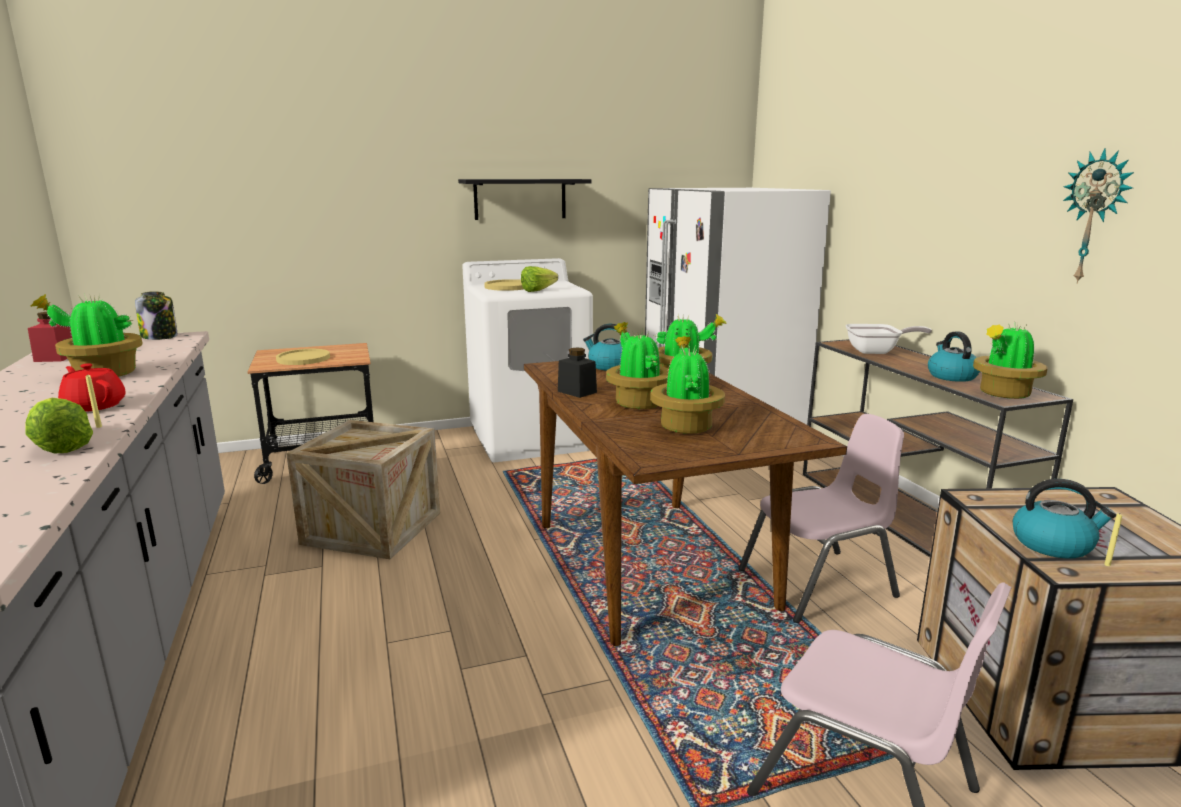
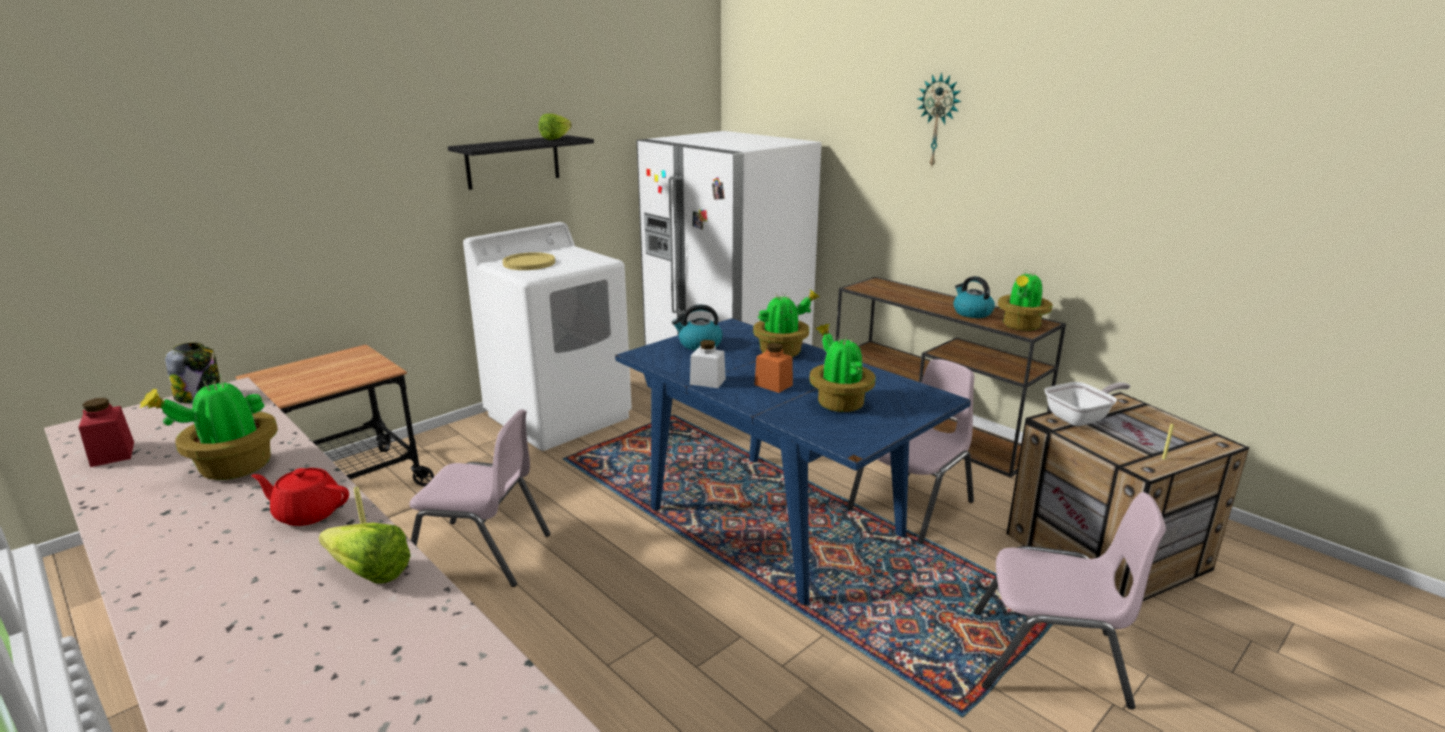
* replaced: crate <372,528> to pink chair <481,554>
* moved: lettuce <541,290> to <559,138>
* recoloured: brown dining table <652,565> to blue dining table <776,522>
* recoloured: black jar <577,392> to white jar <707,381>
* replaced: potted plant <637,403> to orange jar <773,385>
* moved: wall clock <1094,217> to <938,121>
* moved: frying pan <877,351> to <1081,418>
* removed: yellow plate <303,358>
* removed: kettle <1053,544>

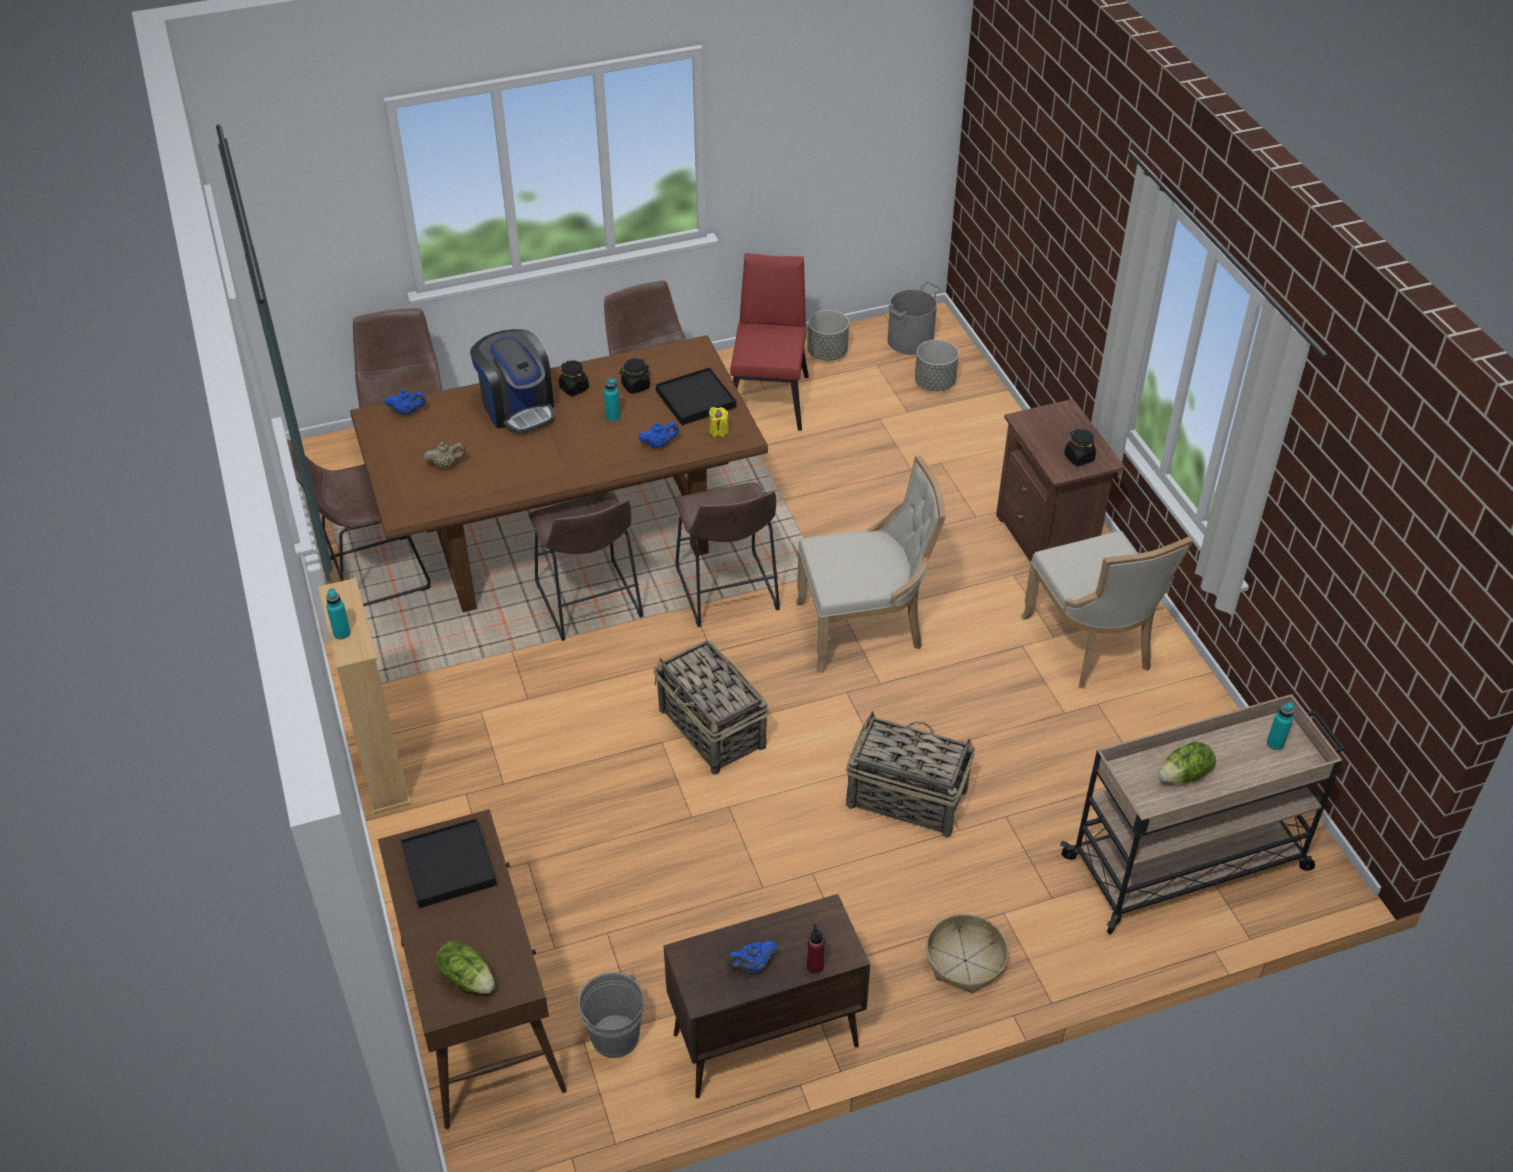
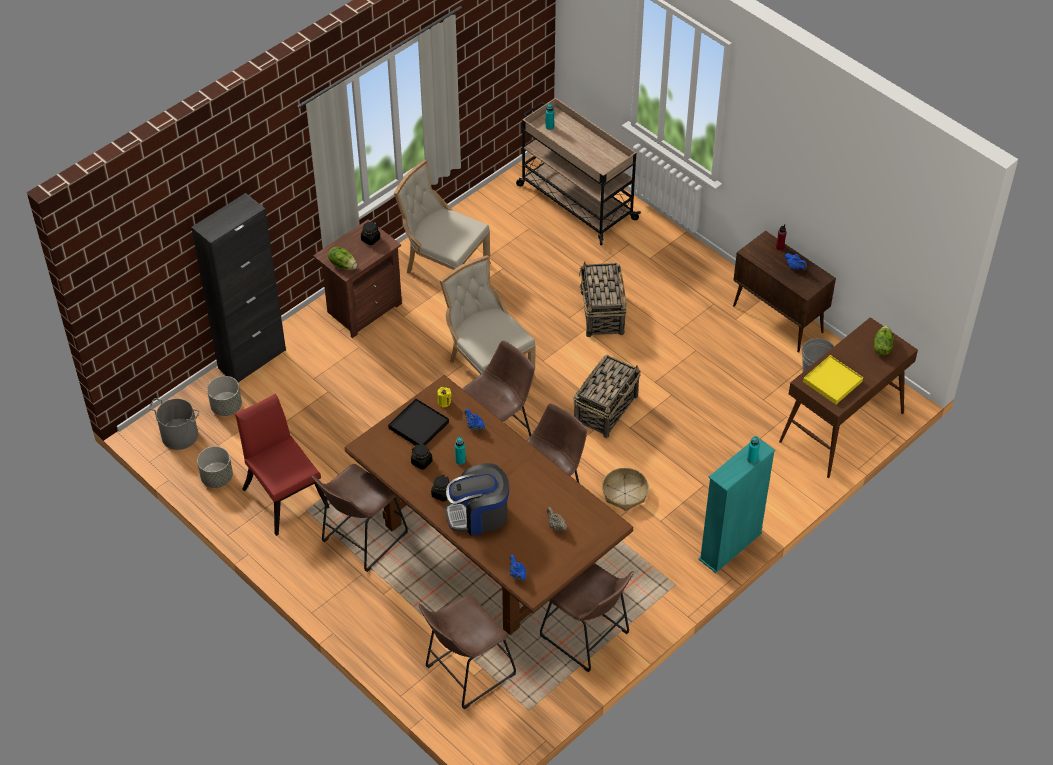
* added: black cabinet <252,359>
* turned: red chair <768,395> = <284,494> 75 degrees clockwise
* moved: lettuce <1185,775> to <343,264>
* turned: beige chair <1092,645> = <443,269> 105 degrees counterclockwise
* turned: coffee machine <518,408> = <478,515> 135 degrees counterclockwise
* moved: basket <965,960> to <624,493>
* recoloured: beige bookcase <382,768> to turquoise bookcase <730,546>
* recoloured: black tray <449,865> to yellow tray <832,381>

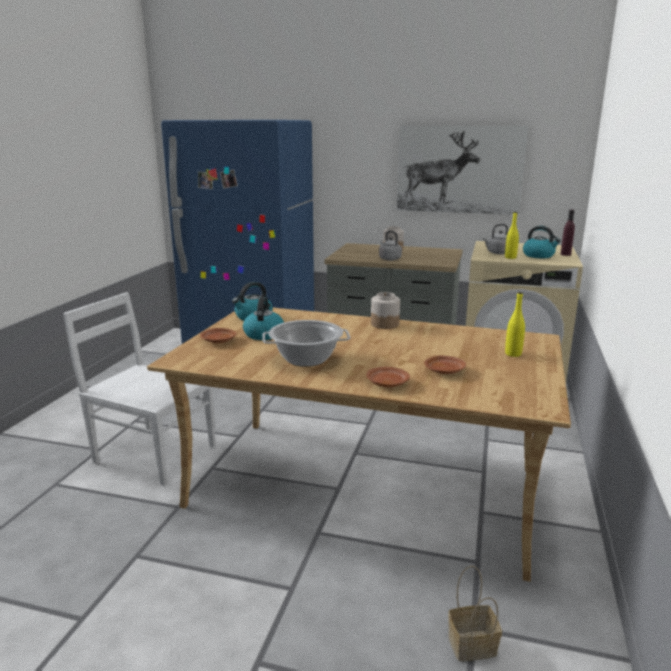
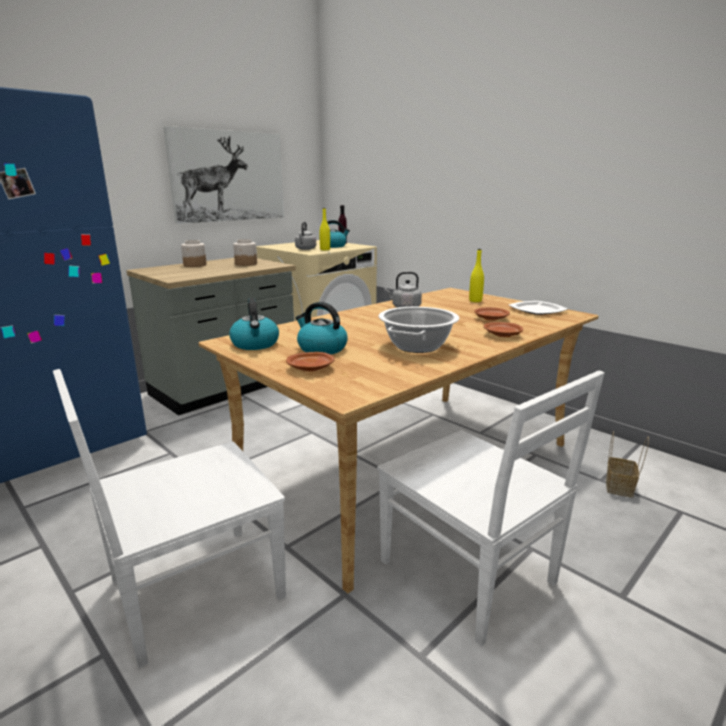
* moved: jar <384,324> to <245,264>
* added: white chair <469,574>
* moved: grey kettle <389,259> to <404,307>
* added: plate <538,310>

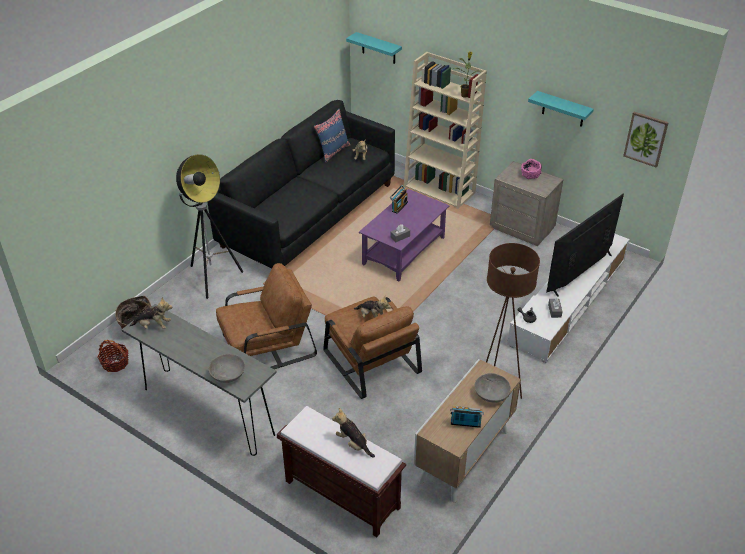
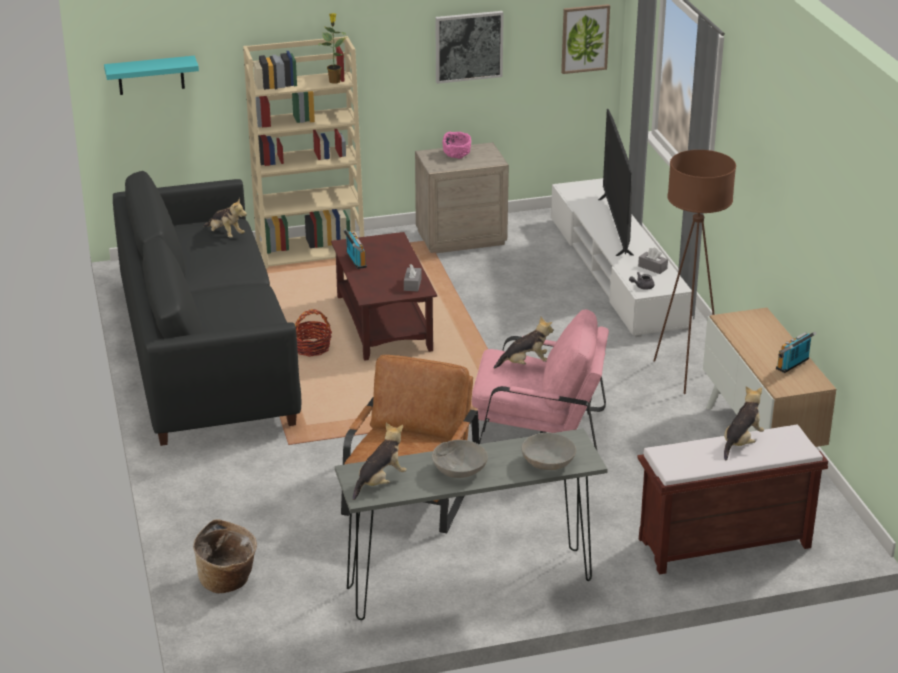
* moved: basket <115,363> to <312,348>
* recoloured: purple coffee table <404,250> to brown coffee table <383,323>
* moved: grey bowl <491,394> to <459,470>
* replaced: turquoise shelf <563,109> to picture <468,46>
* recoloured: brown armchair <370,360> to pink armchair <538,431>
* turned: plush toy <353,443> = <741,442> 135 degrees clockwise
* removed: floor lamp <212,278>
* removed: blue pillow <333,151>

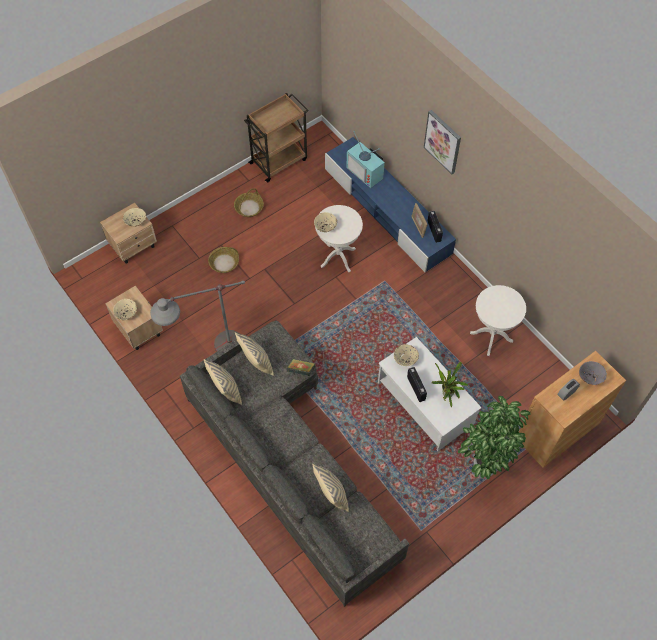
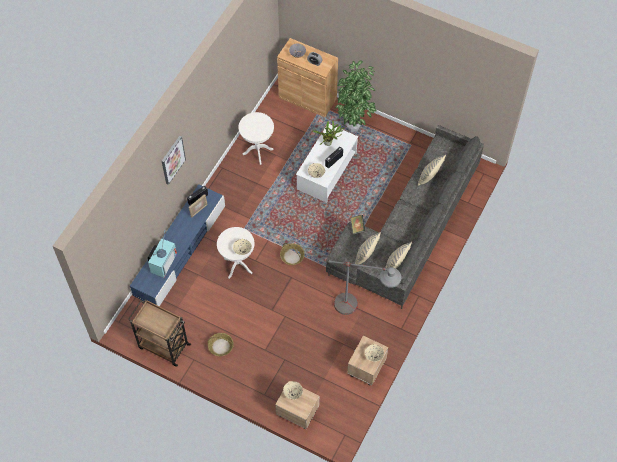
* moved: basket <224,263> to <292,256>

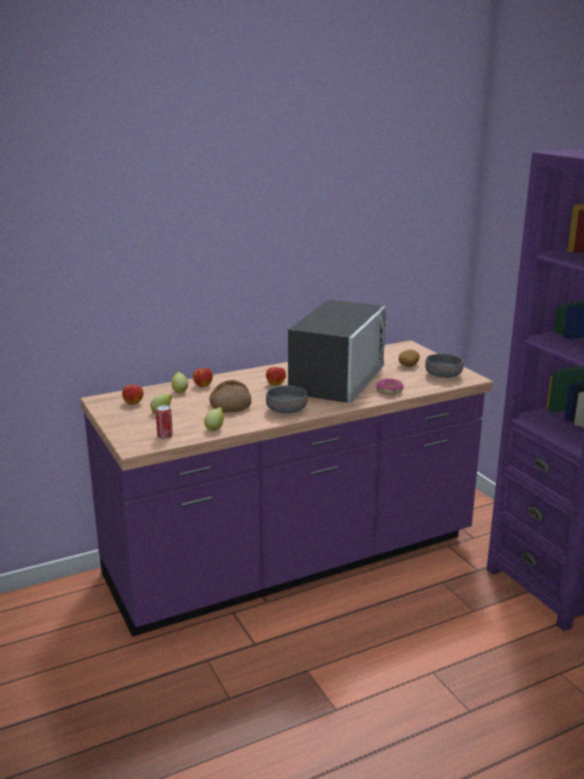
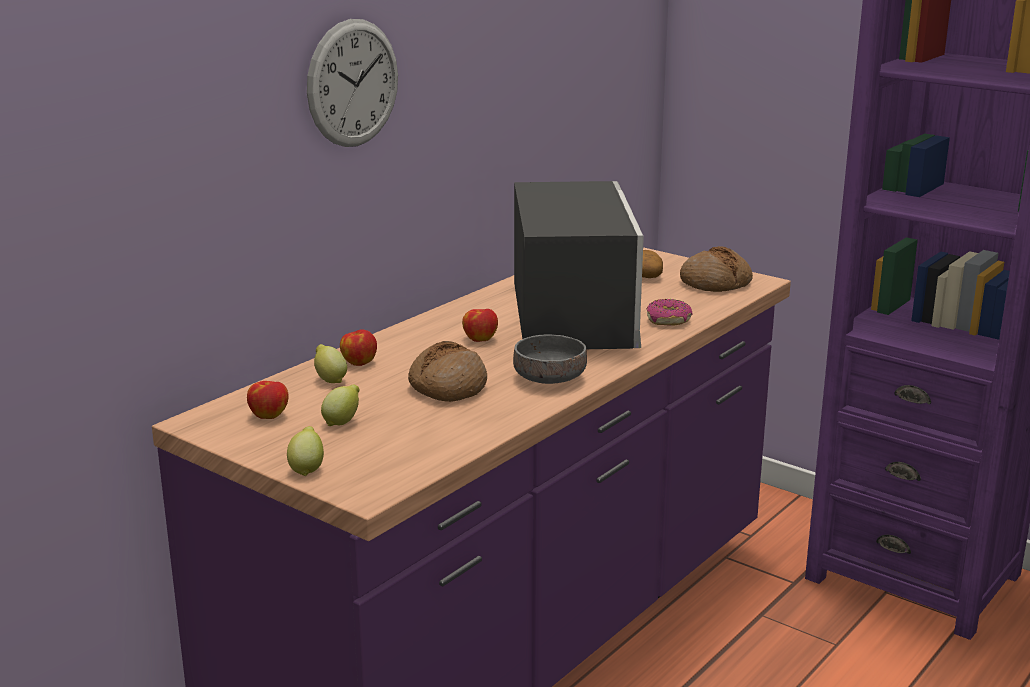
* moved: lemon <215,428> to <307,469>
* added: wall clock <353,83>
* replaced: grey bowl <444,375> to bread <715,283>
* removed: can <165,436>

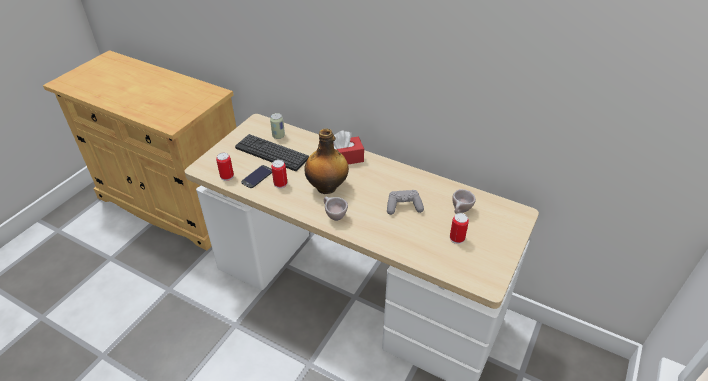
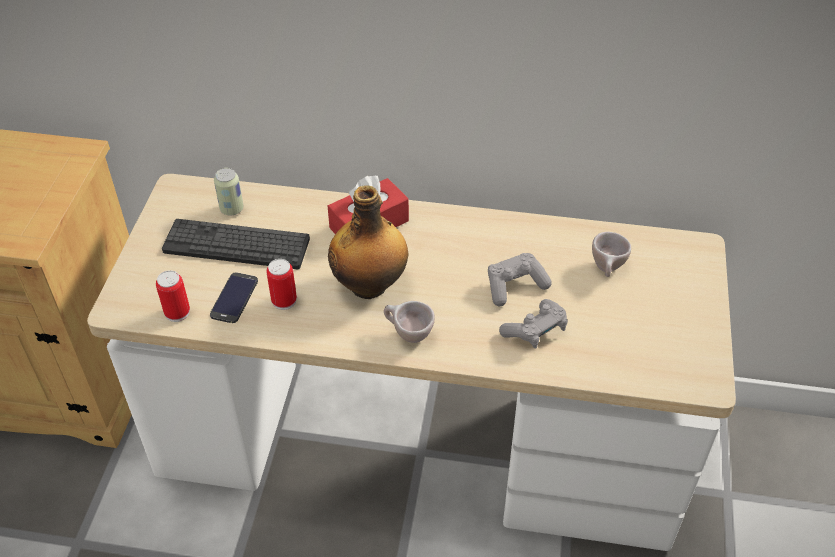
* added: grey game controller <535,331>
* removed: can <457,238>

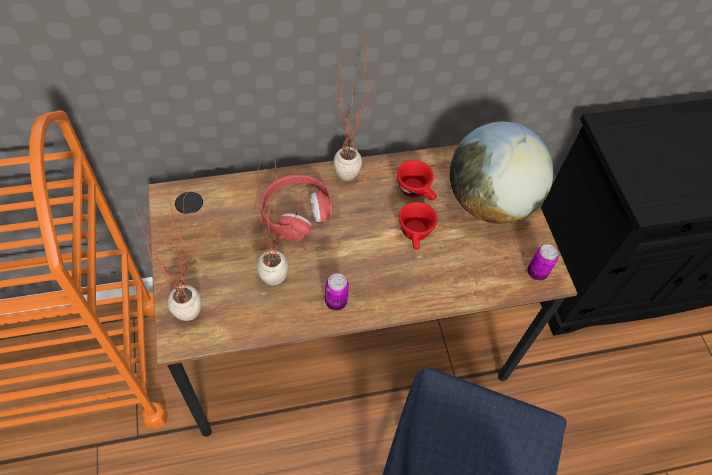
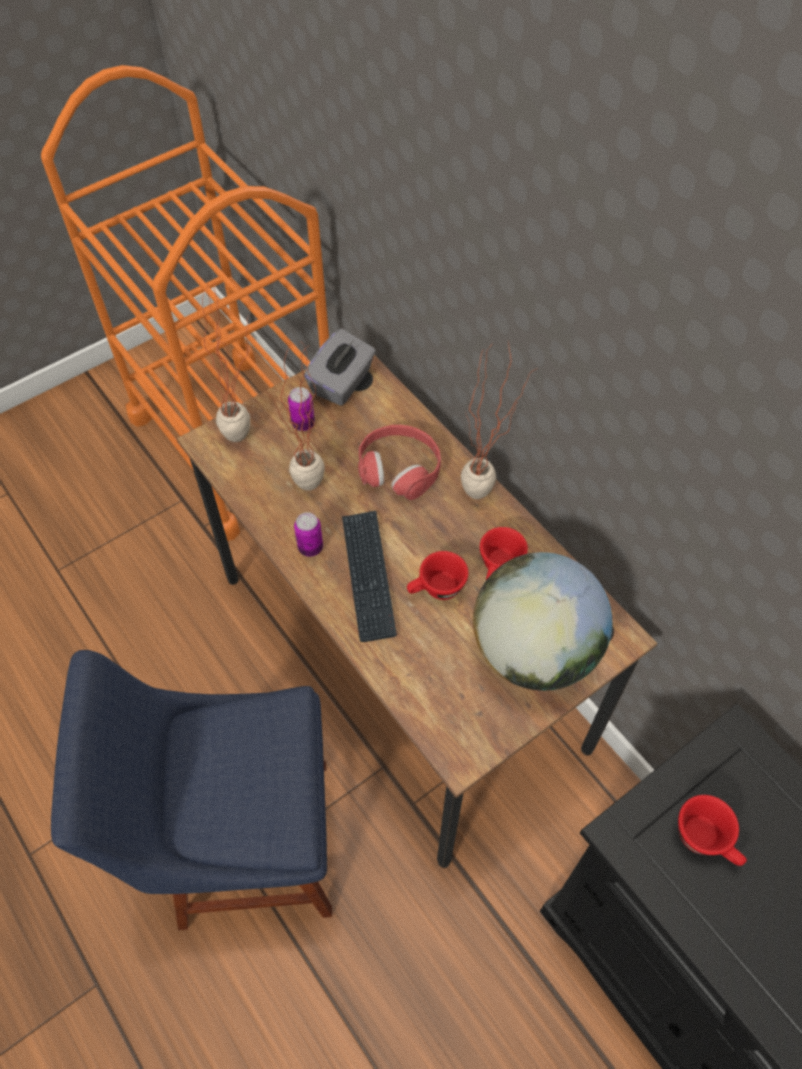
* moved: can <536,272> to <303,423>
* added: grey tissue box <342,383>
* added: keyboard <368,575>
* added: red cup <706,840>

